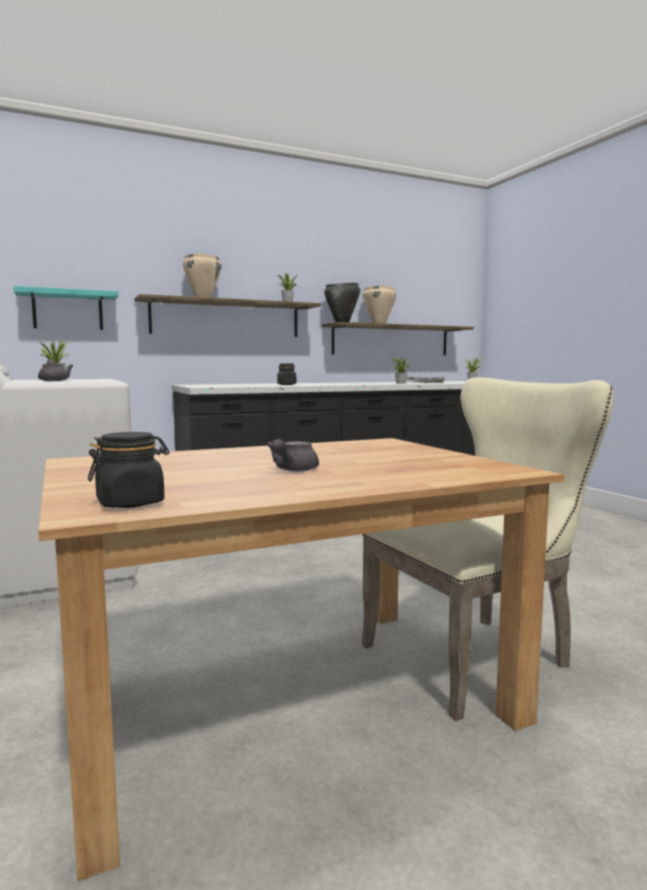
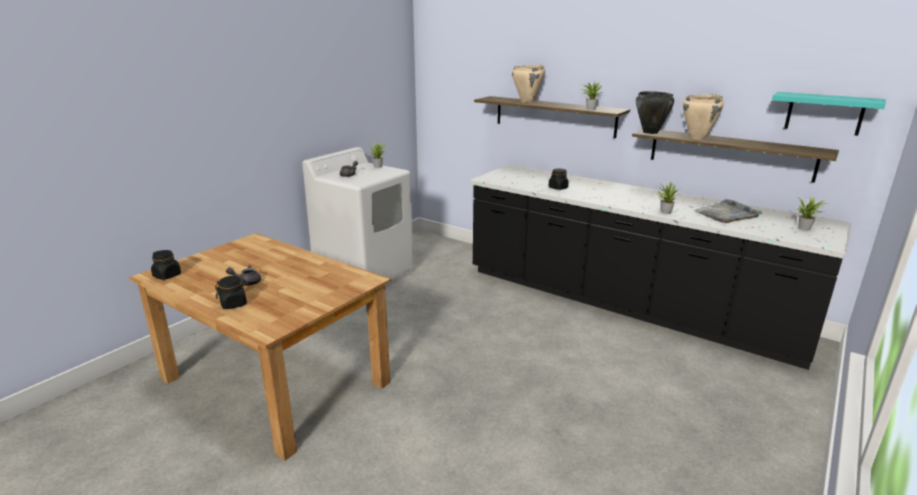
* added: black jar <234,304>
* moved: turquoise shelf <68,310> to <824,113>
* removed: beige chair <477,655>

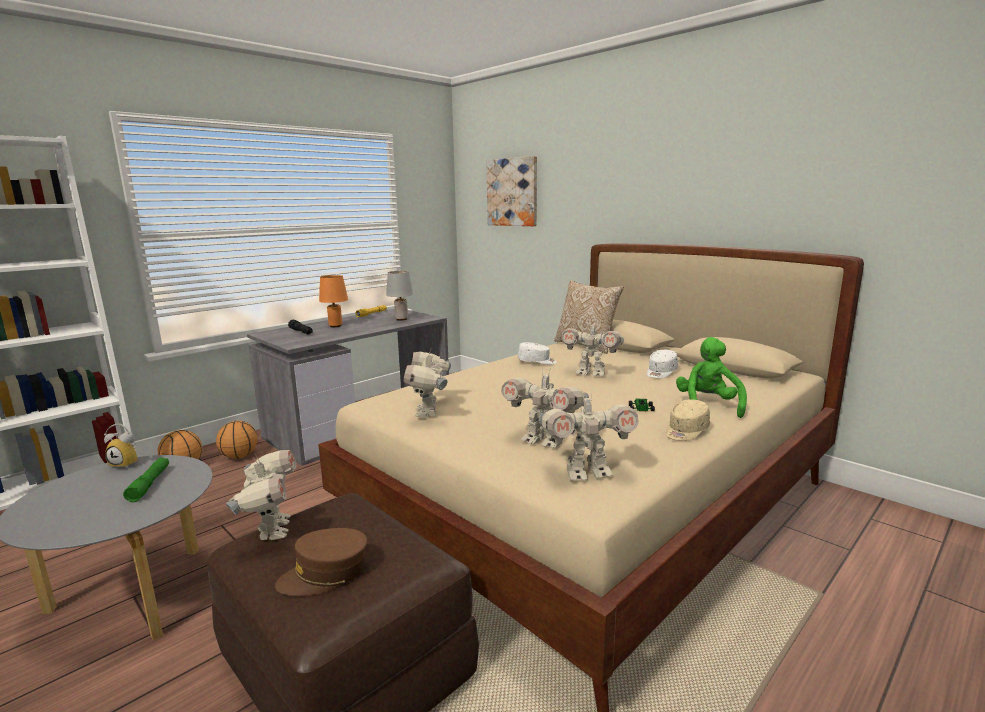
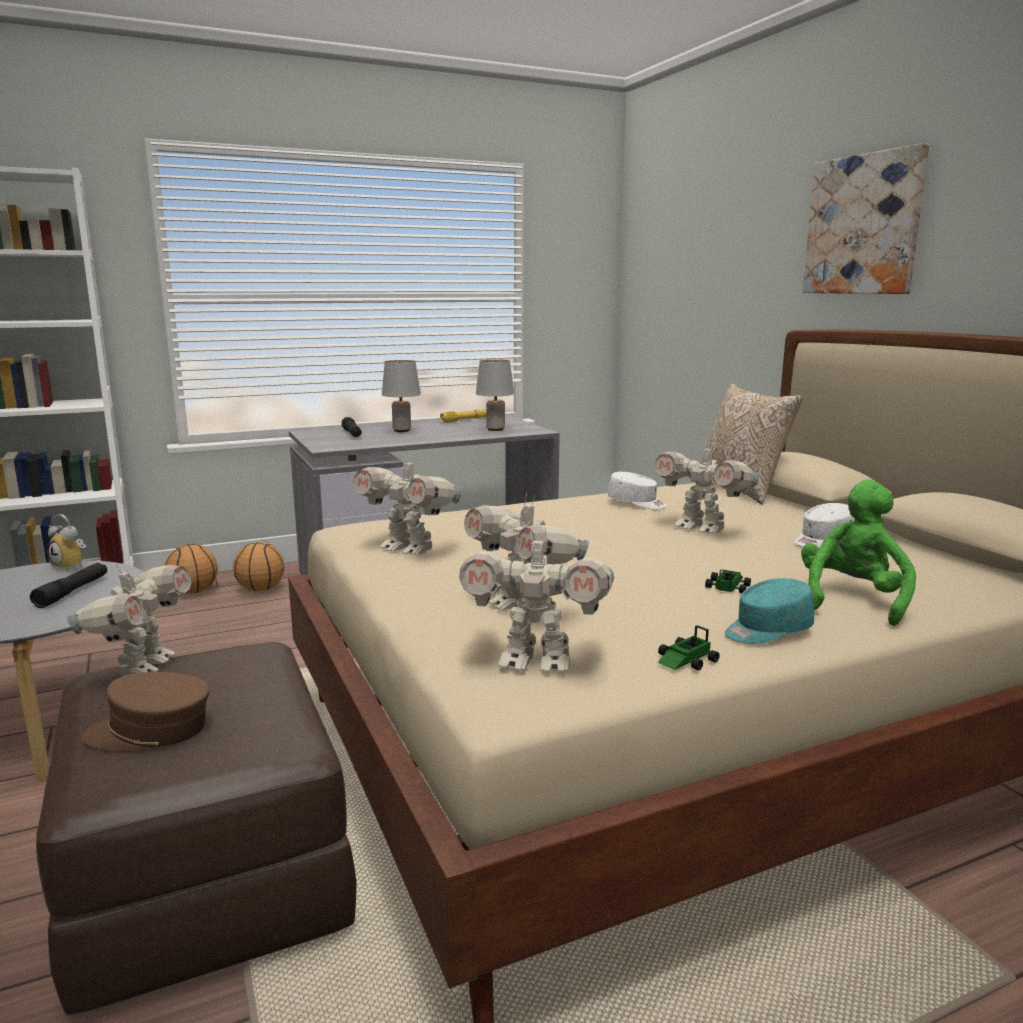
* recoloured: green flashlight <149,484> to black flashlight <72,592>
* turned: toy robot <429,412> = <409,549> 75 degrees counterclockwise
* recoloured: orange table lamp <335,326> to grey table lamp <402,430>
* added: toy car <684,660>
* recoloured: beige cap <685,431> to turquoise cap <767,630>
* moved: picture <512,192> to <864,225>

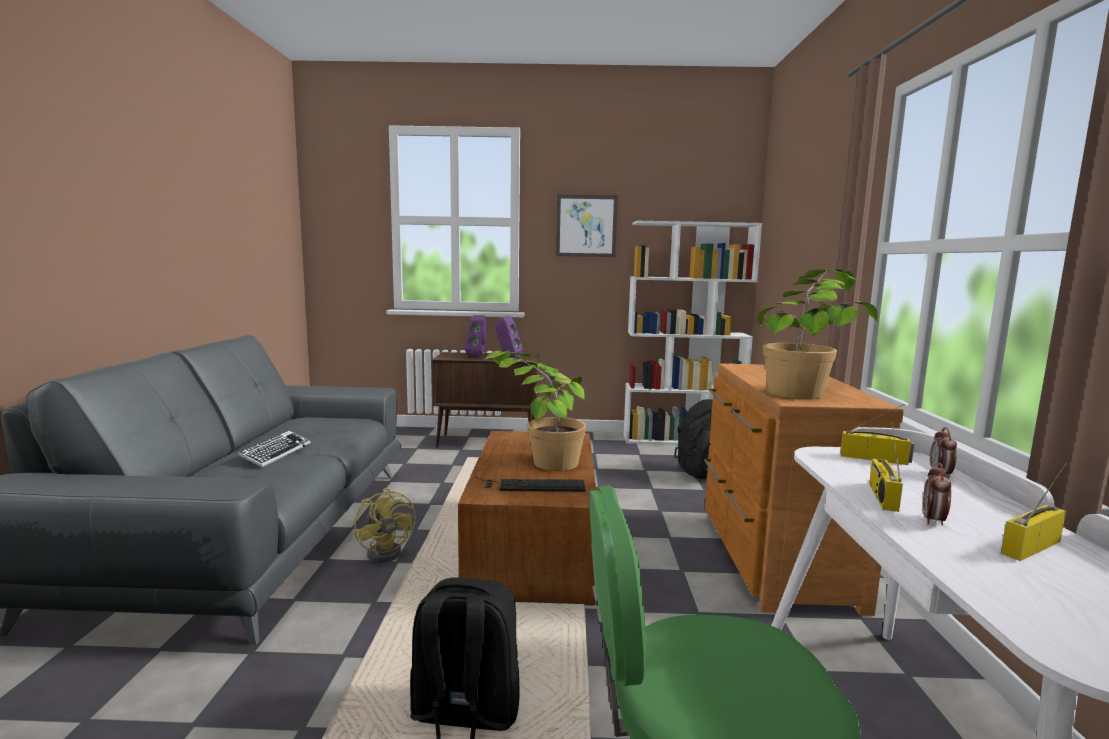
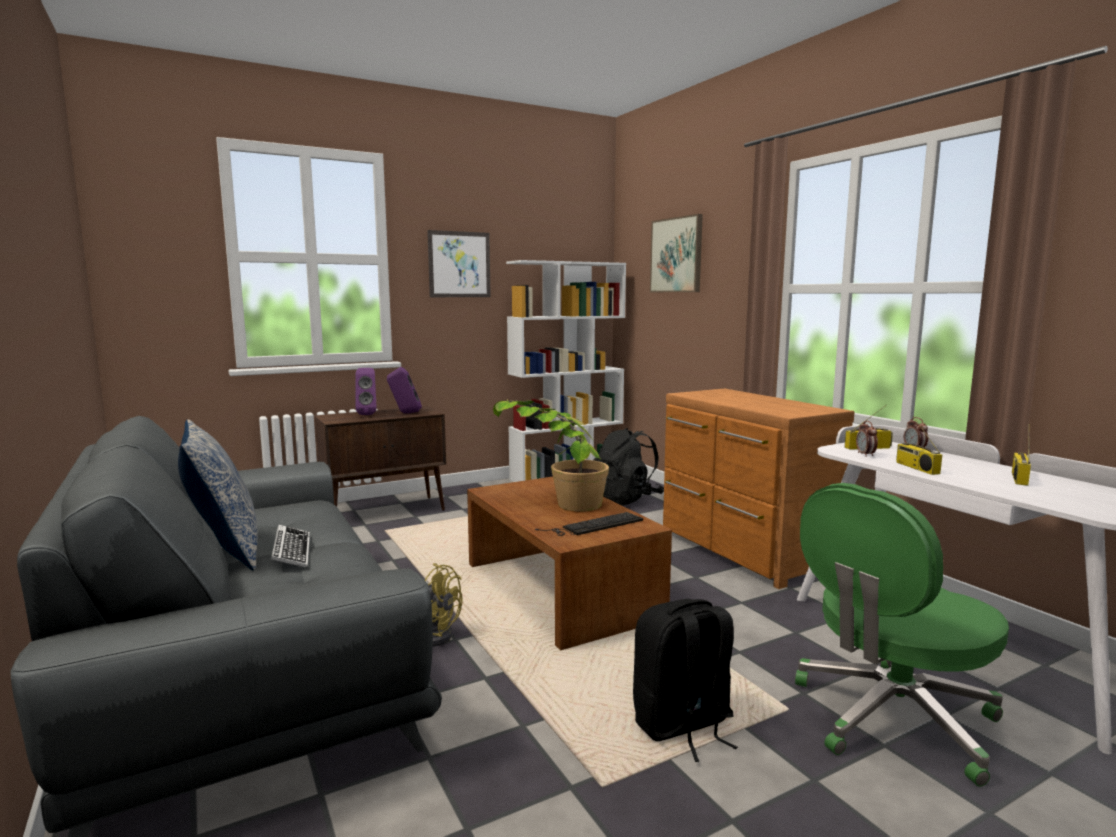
* added: pillow <224,551>
* added: picture <676,255>
* moved: alarm clock <933,521> to <865,455>
* removed: potted plant <807,390>

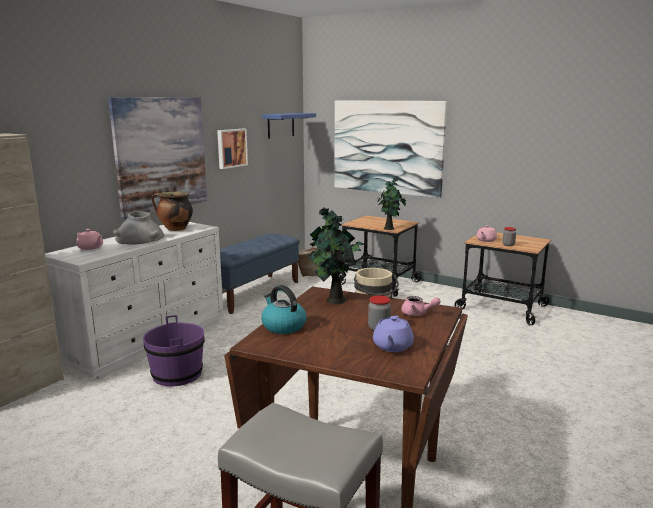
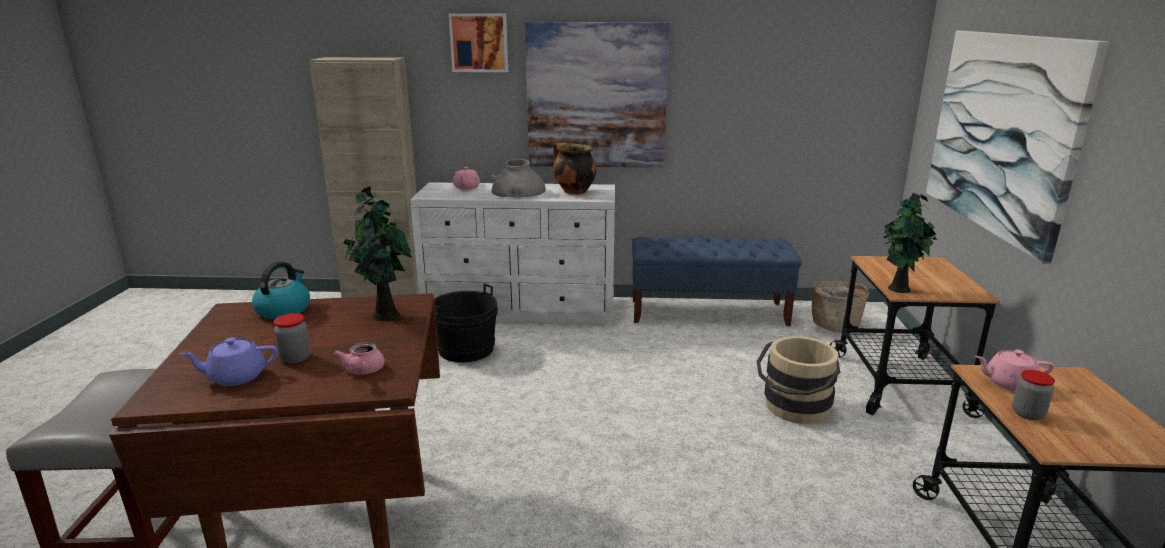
* recoloured: purple bucket <177,374> to black bucket <466,349>
* moved: picture <231,148> to <479,42>
* removed: blue shelf <281,125>

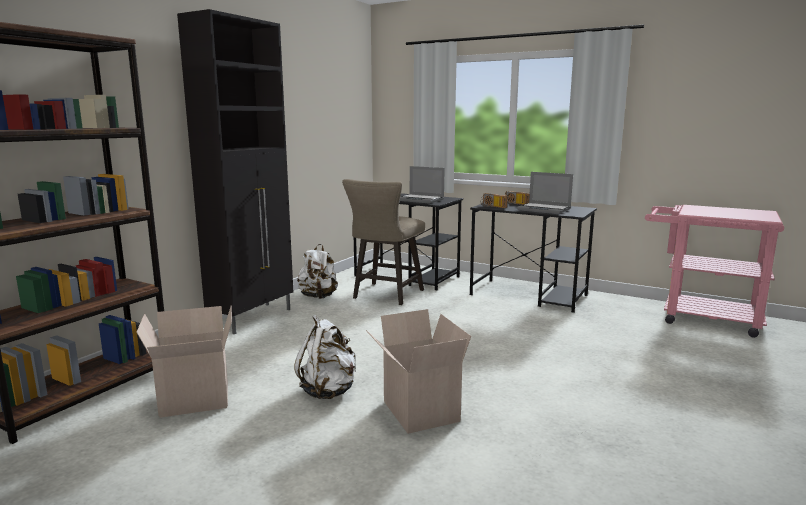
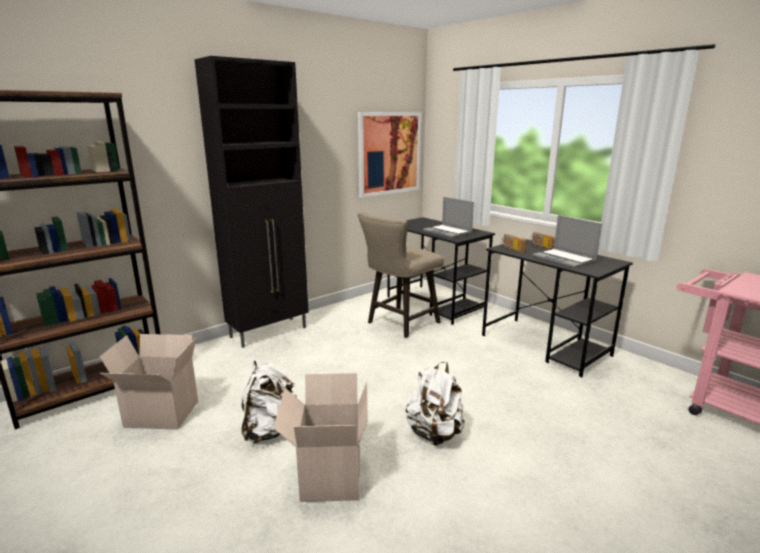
* added: picture <389,153>
* moved: white backpack <318,297> to <435,434>

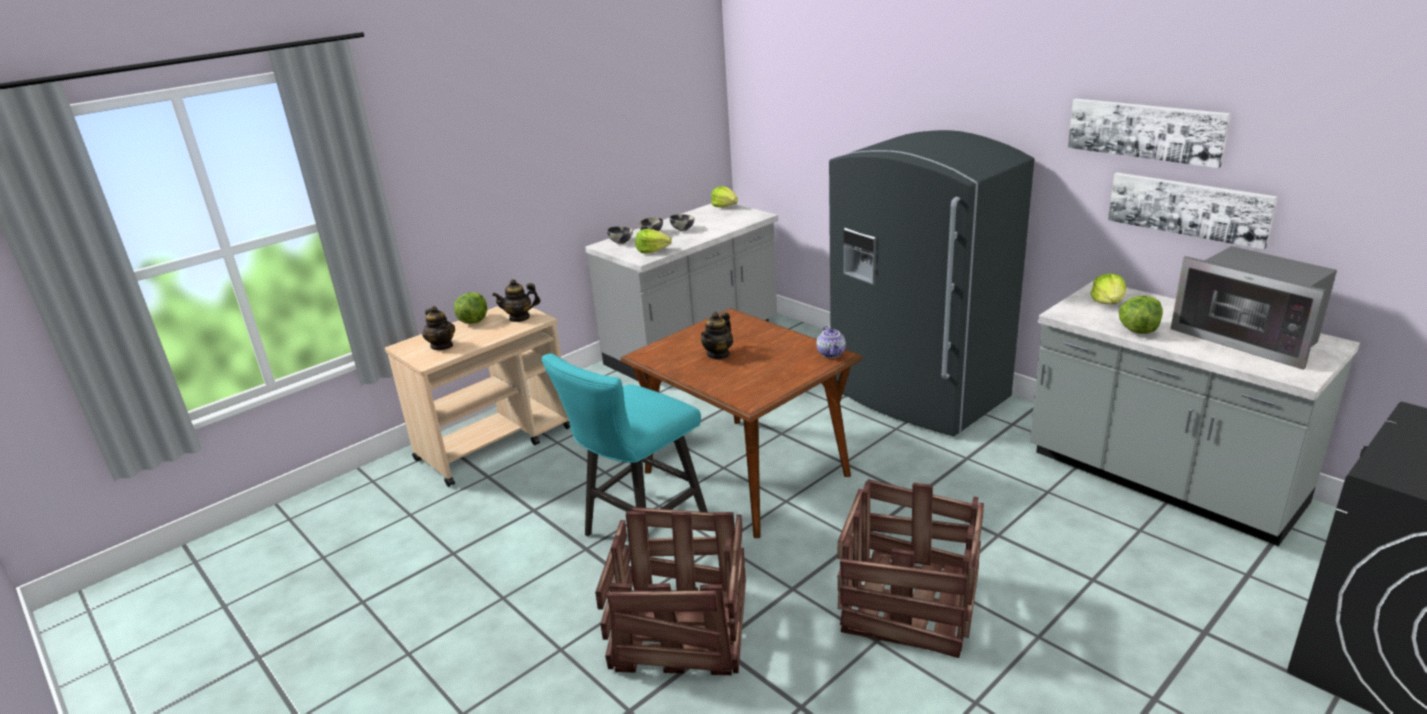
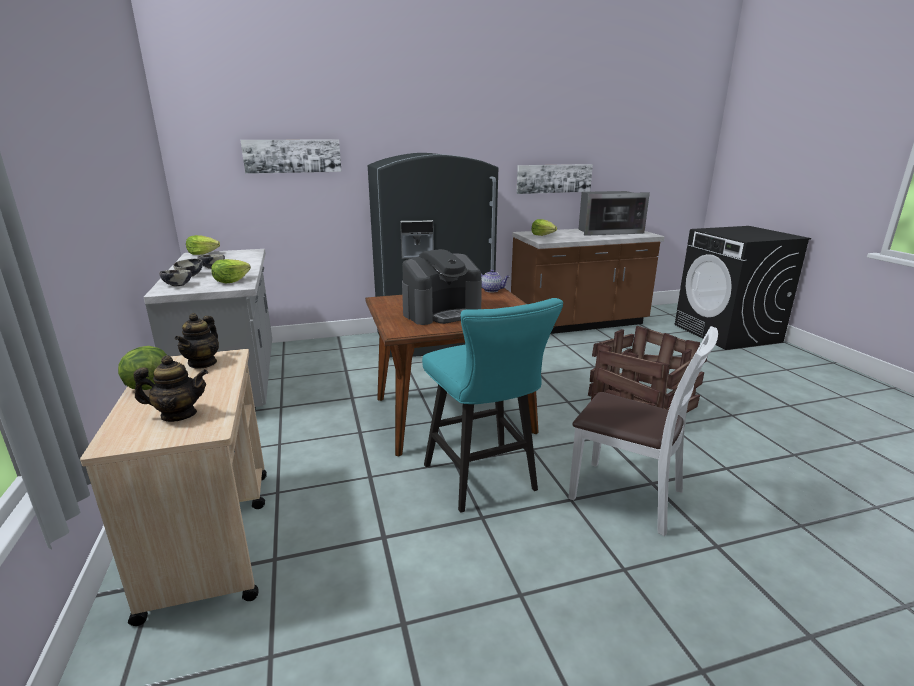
* moved: picture <1145,131> to <292,156>
* replaced: teapot <718,354> to coffee machine <442,313>
* recoloured: grey counter <1160,480> to brown counter <578,324>
* replaced: crate <678,630> to white chair <627,496>
* removed: lettuce <1138,330>

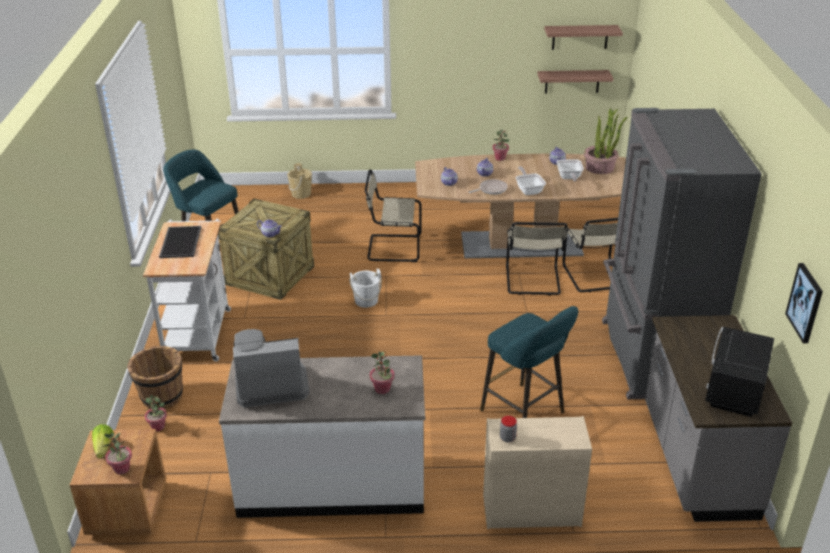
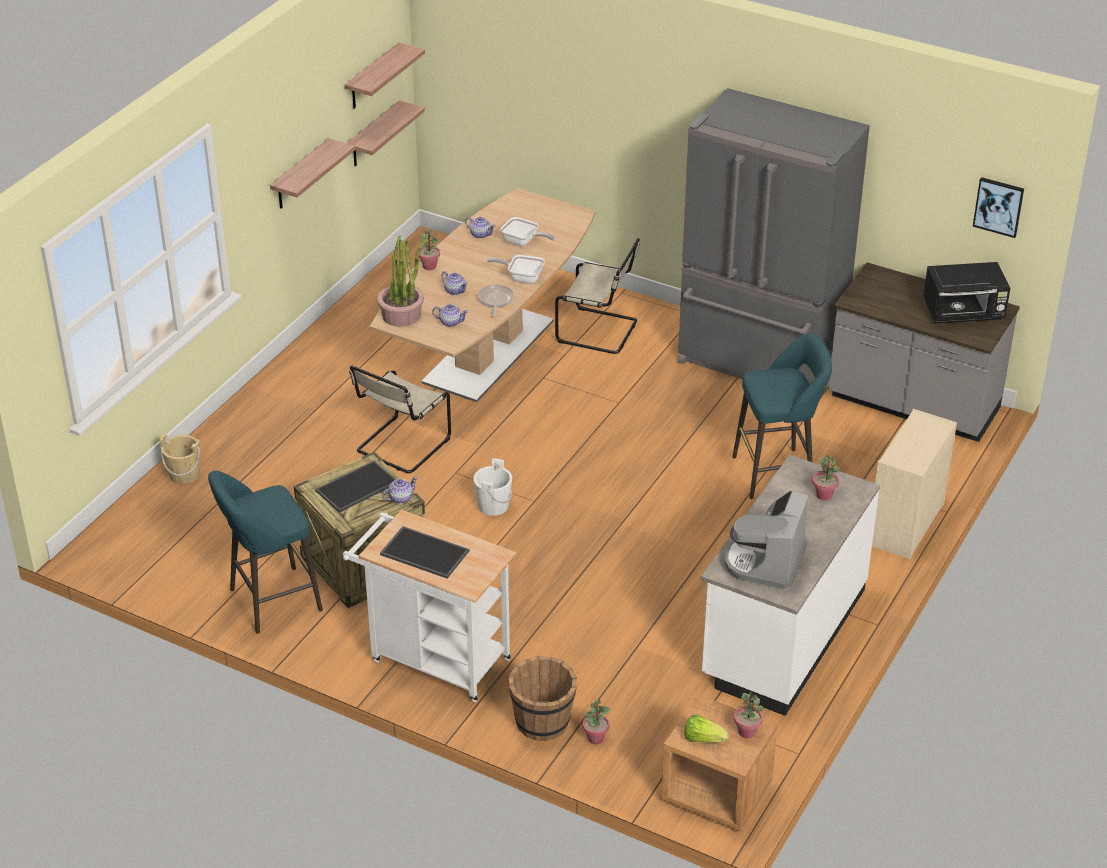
* added: shelf <300,175>
* added: tray <357,488>
* moved: potted plant <600,167> to <402,315>
* turned: black microwave <733,391> = <964,313> 60 degrees counterclockwise
* removed: jar <507,438>
* removed: beige chair <533,281>

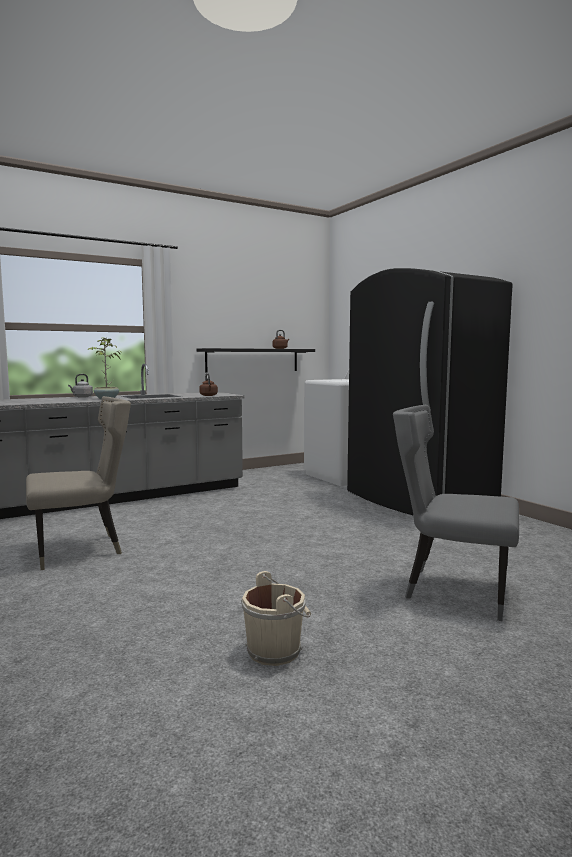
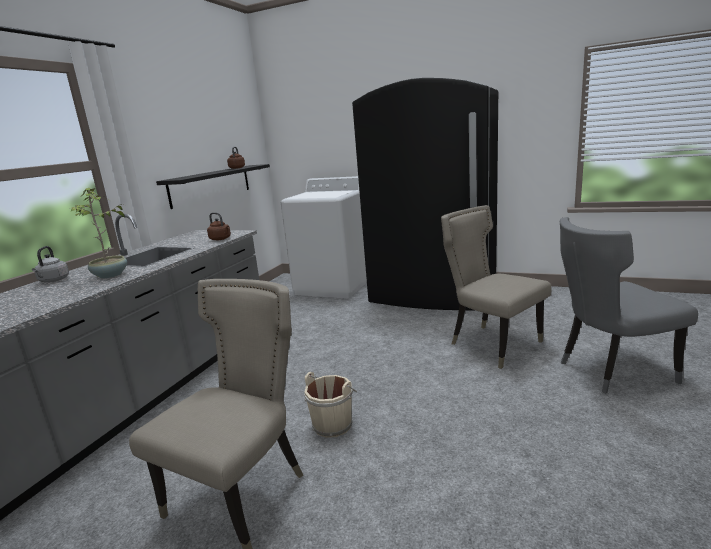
* moved: beige bucket <276,650> to <333,423>
* added: beige chair <491,343>

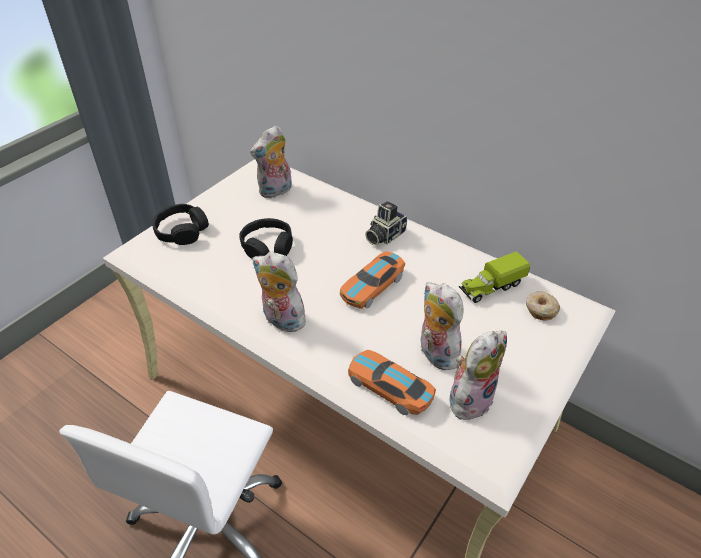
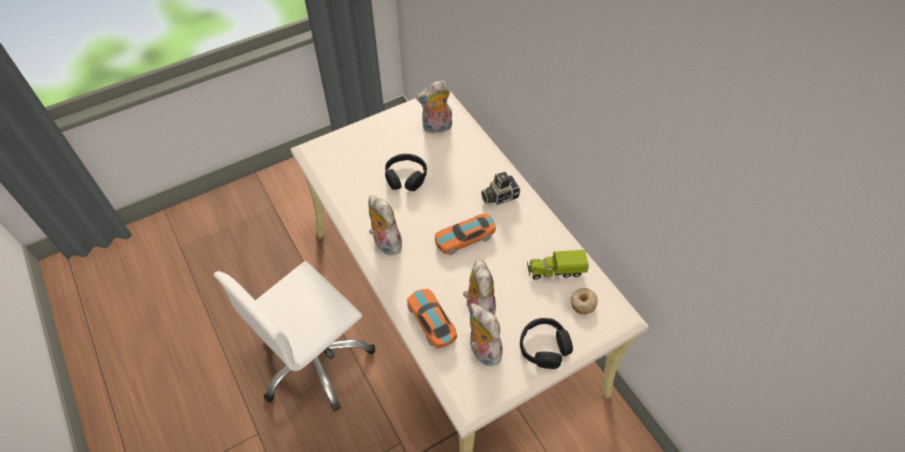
* turned: plush toy <469,398> = <482,350> 105 degrees counterclockwise
* moved: black headphones <181,231> to <544,347>

